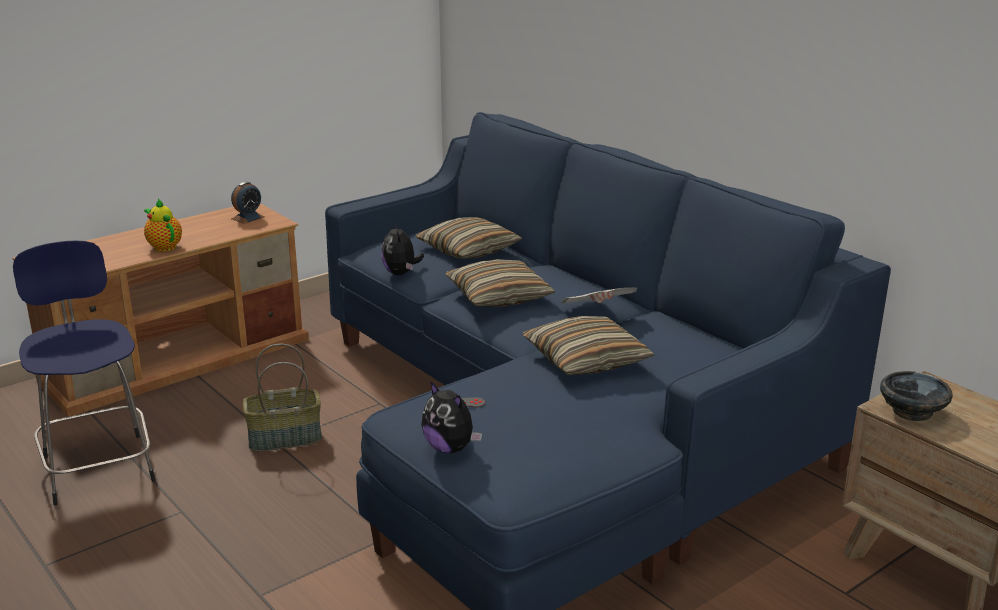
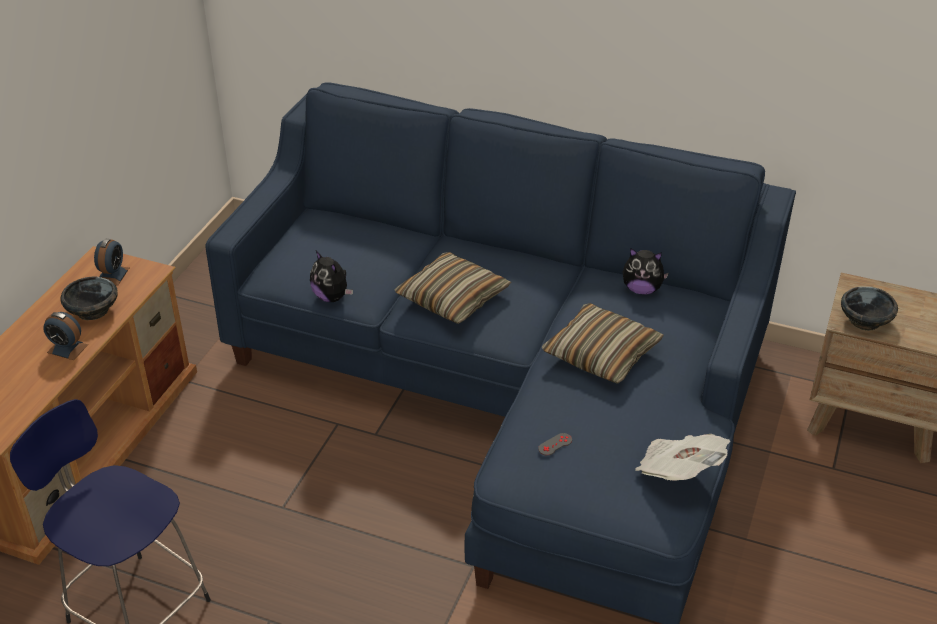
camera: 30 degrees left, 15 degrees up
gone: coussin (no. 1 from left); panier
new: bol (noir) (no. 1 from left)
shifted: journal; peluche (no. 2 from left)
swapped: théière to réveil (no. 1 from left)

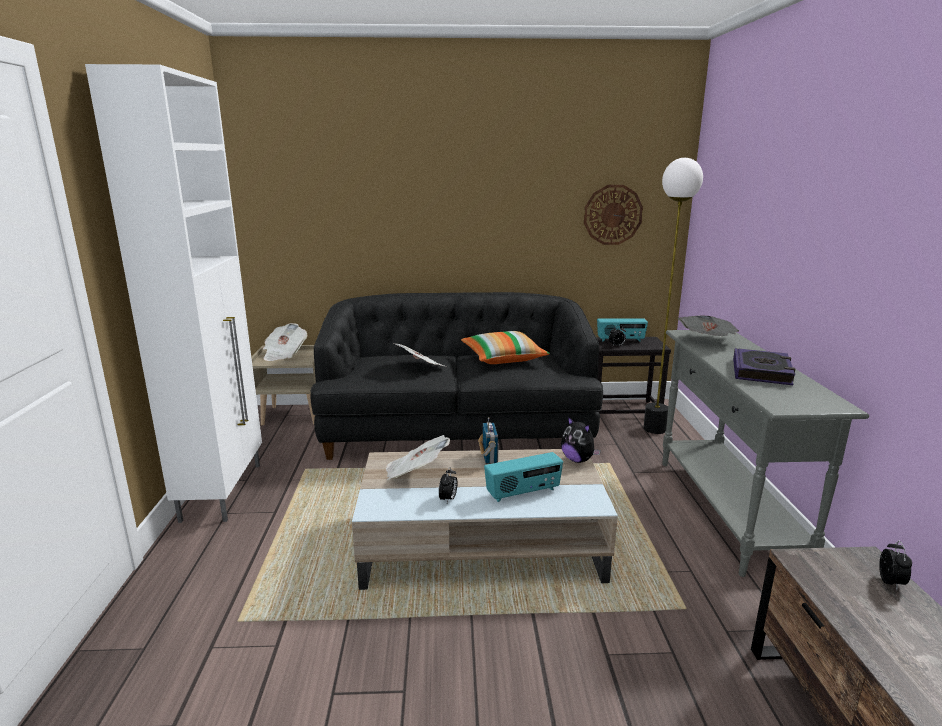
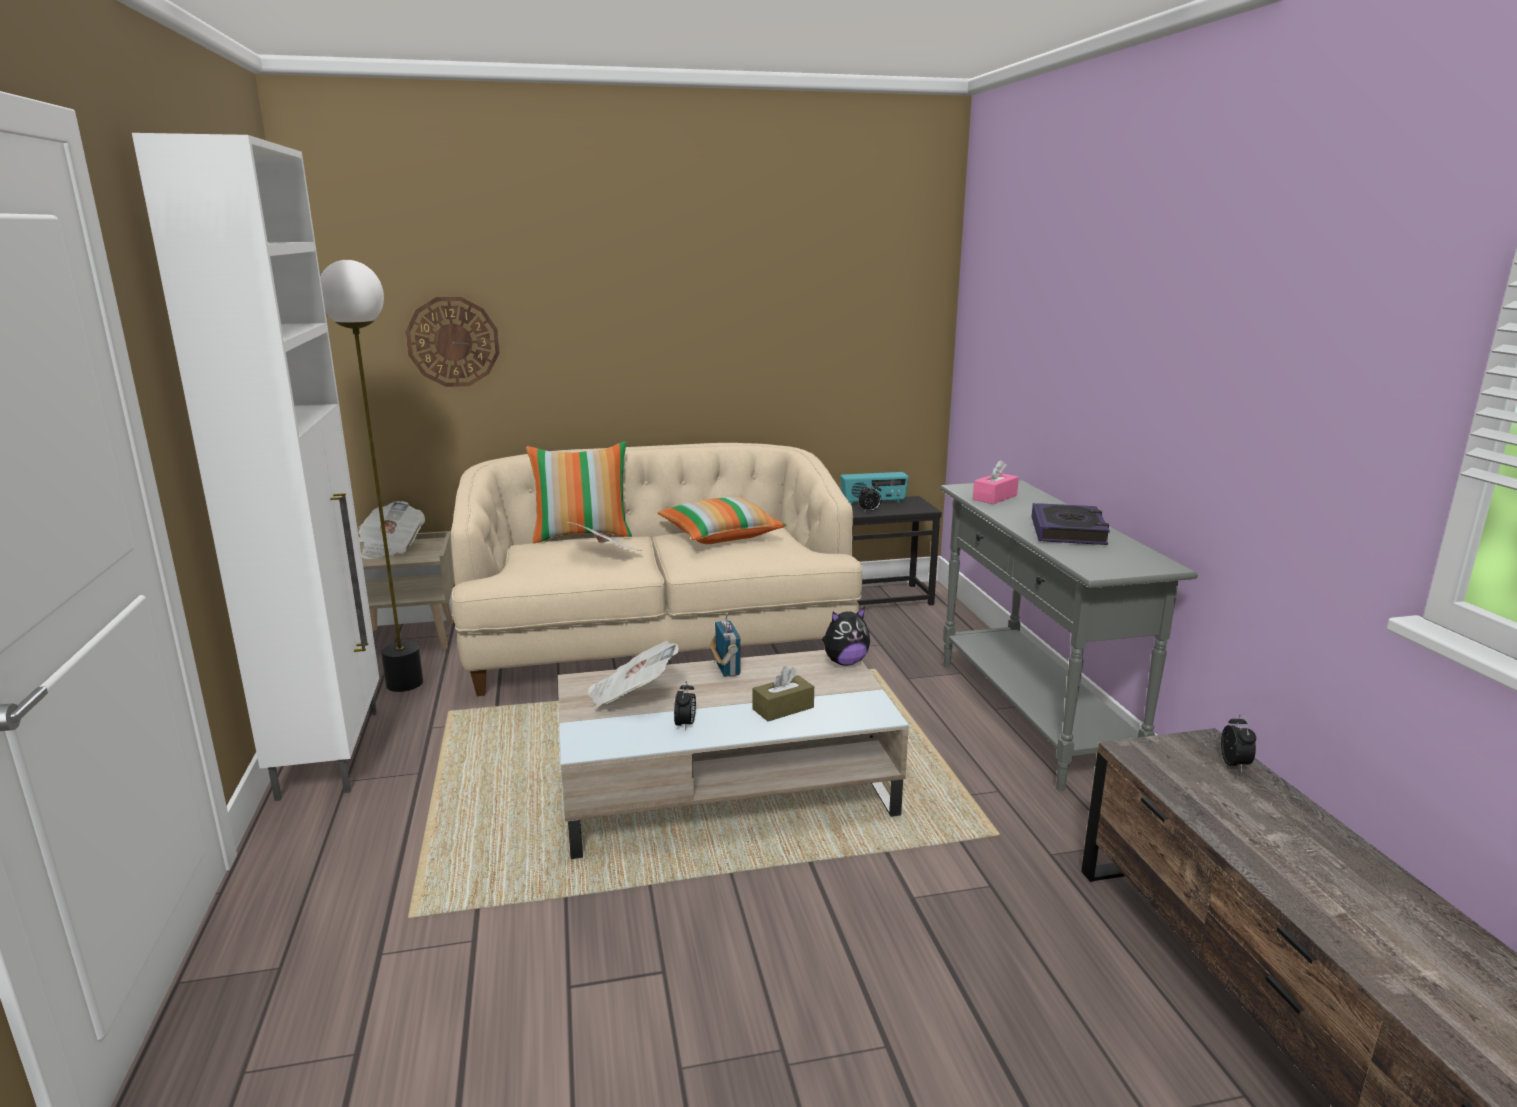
camera: 10 degrees left, 0 degrees up
new: coussin (no. 1 from left)
shifted: lampadaire; horloge murale
swapped: journal (no. 4 from left) to boîte à mouchoirs (rose); radio (no. 2 from left) to boîte à mouchoirs (marron)
repainted: canapé (noir) to canapé (beige)
rotated: peluche 60 degrees counterclockwise

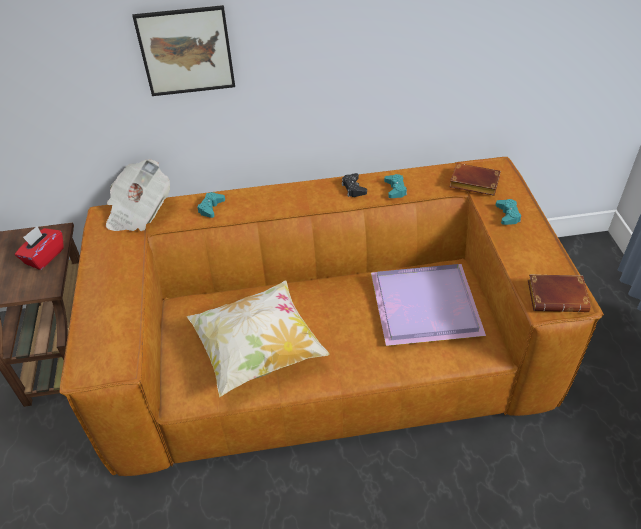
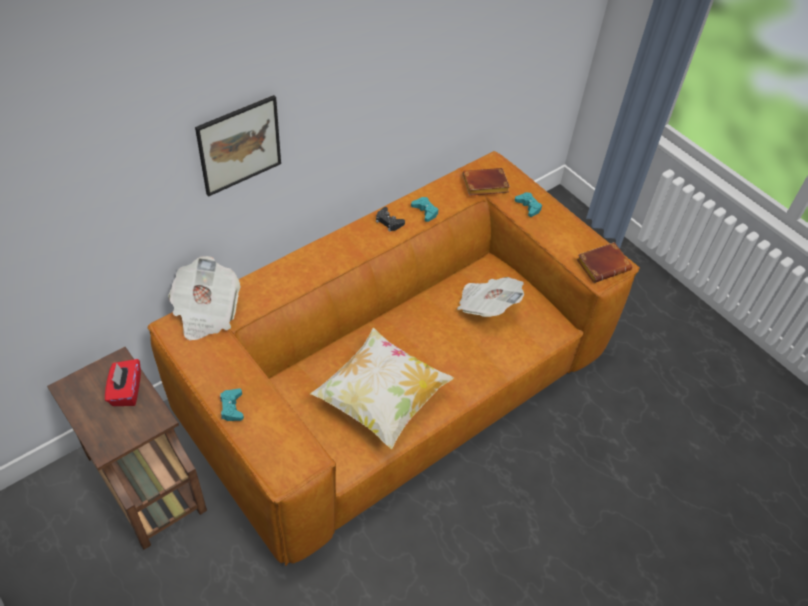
camera: 35 degrees left, 5 degrees up
shifted: manette (turquoise) (no. 1 from left)
swapped: plateau (violet) to journal (no. 2 from left)

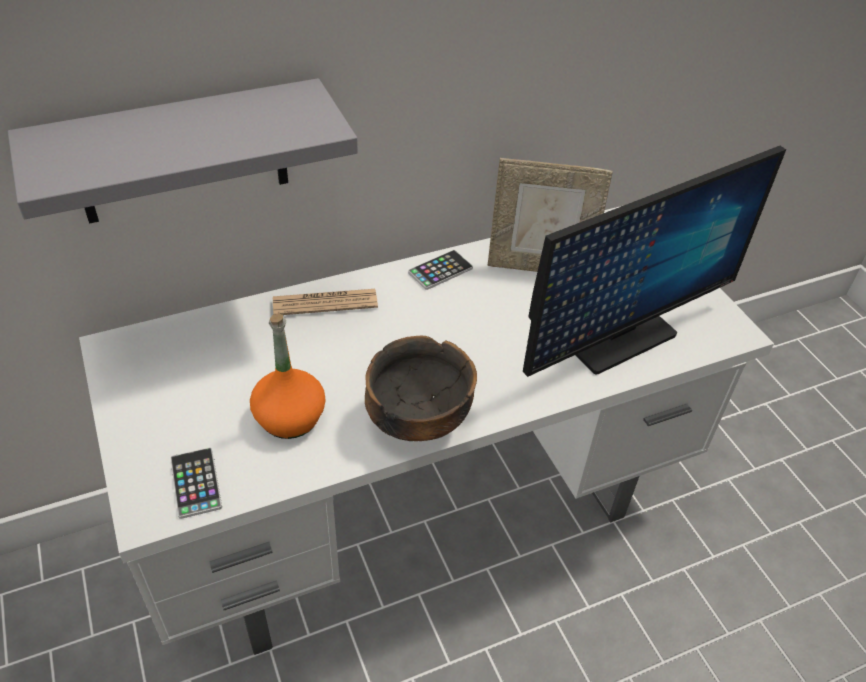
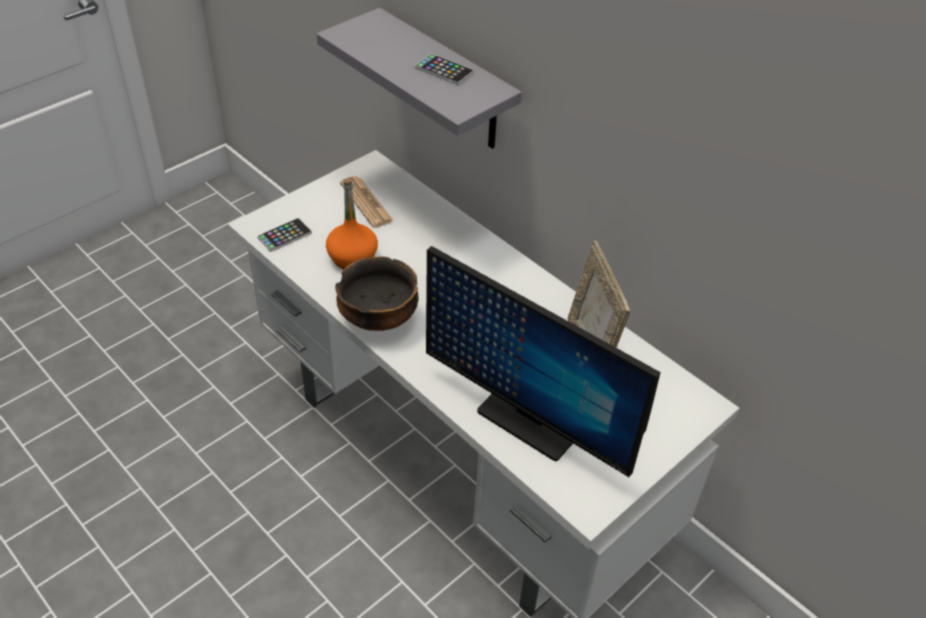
camera: 70 degrees right, 0 degrees up
shifted: téléphone (no. 2 from left); journal

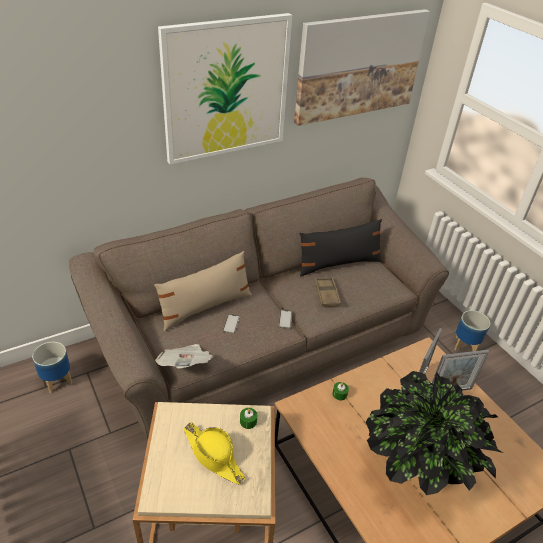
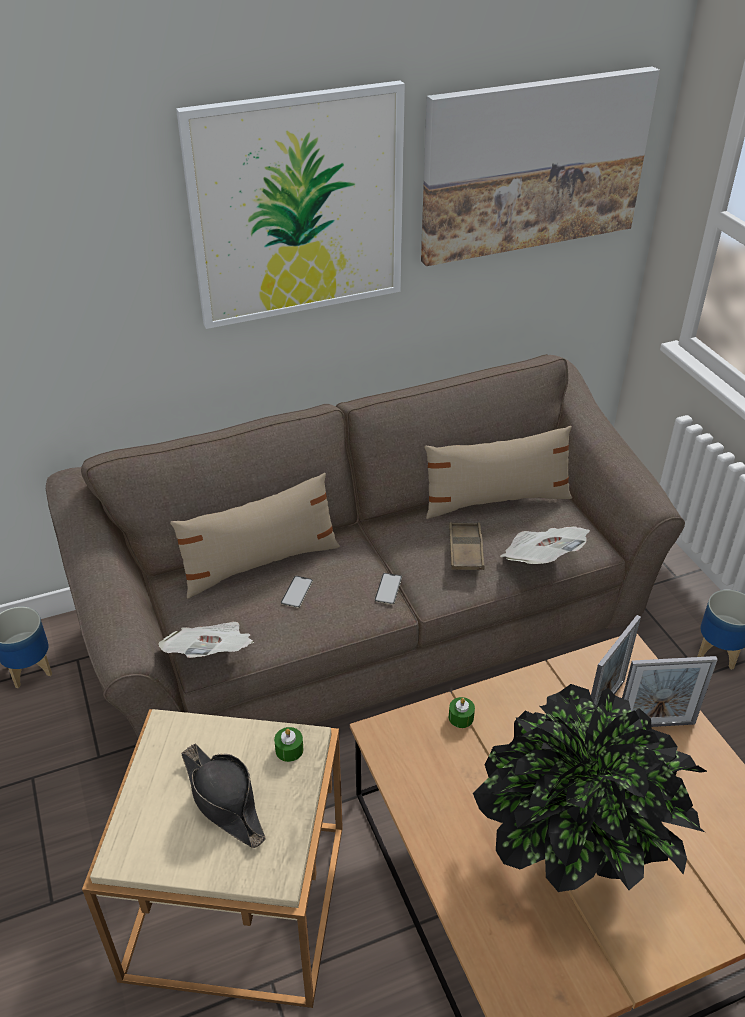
camera: 10 degrees right, 0 degrees up
new: journal (no. 2 from left)
repainted: coussin (noir) to coussin (beige) (no. 2 from left); chapeau (jaune) to chapeau (noir)

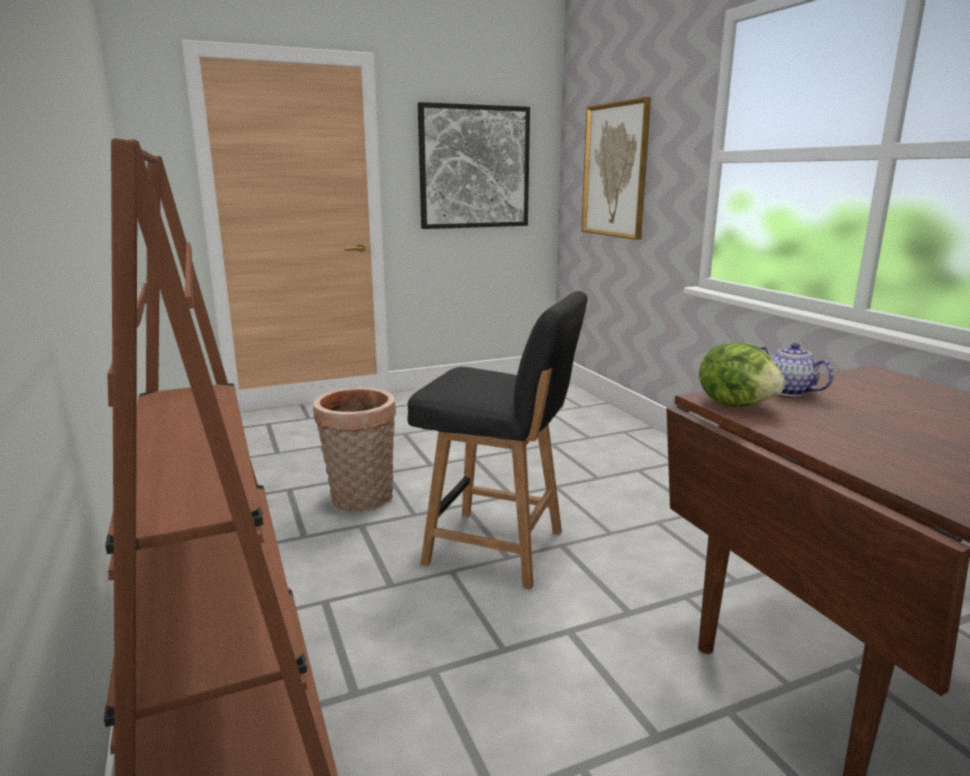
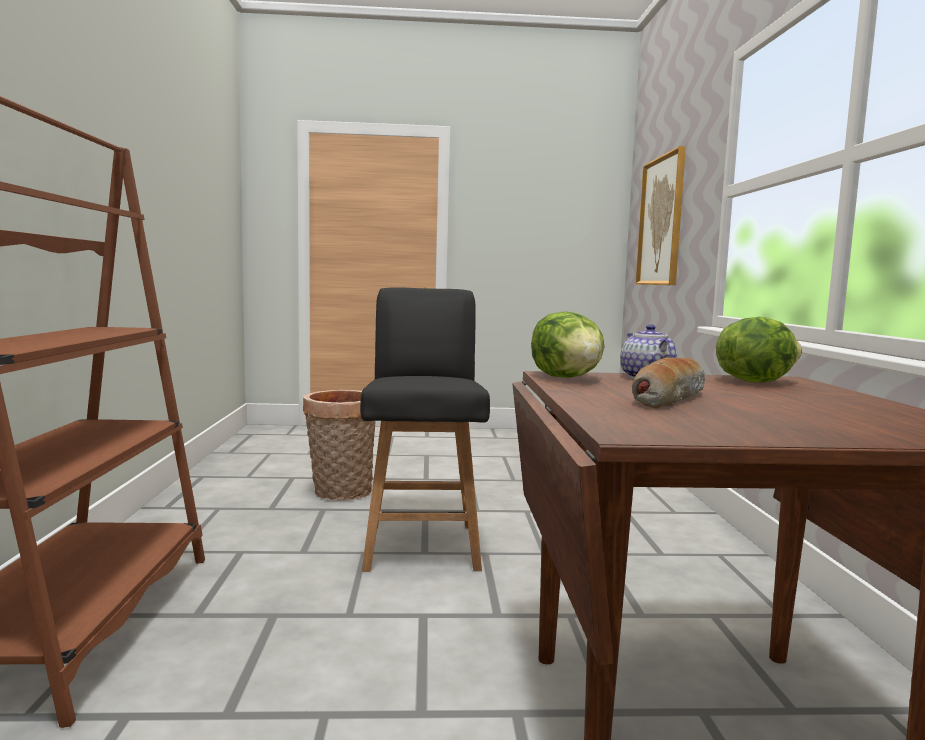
camera: 20 degrees right, 10 degrees down
gone: tableau (no. 1 from left)
new: laitue (no. 2 from left); pain
rotated: chaise (noir) 135 degrees counterclockwise

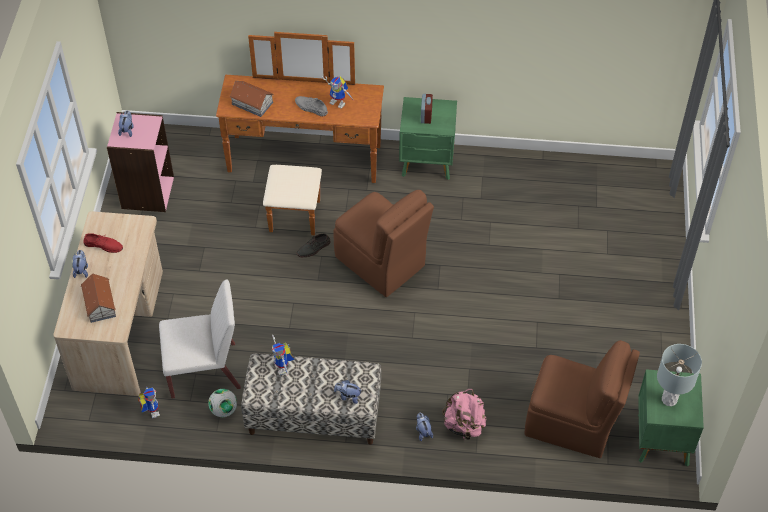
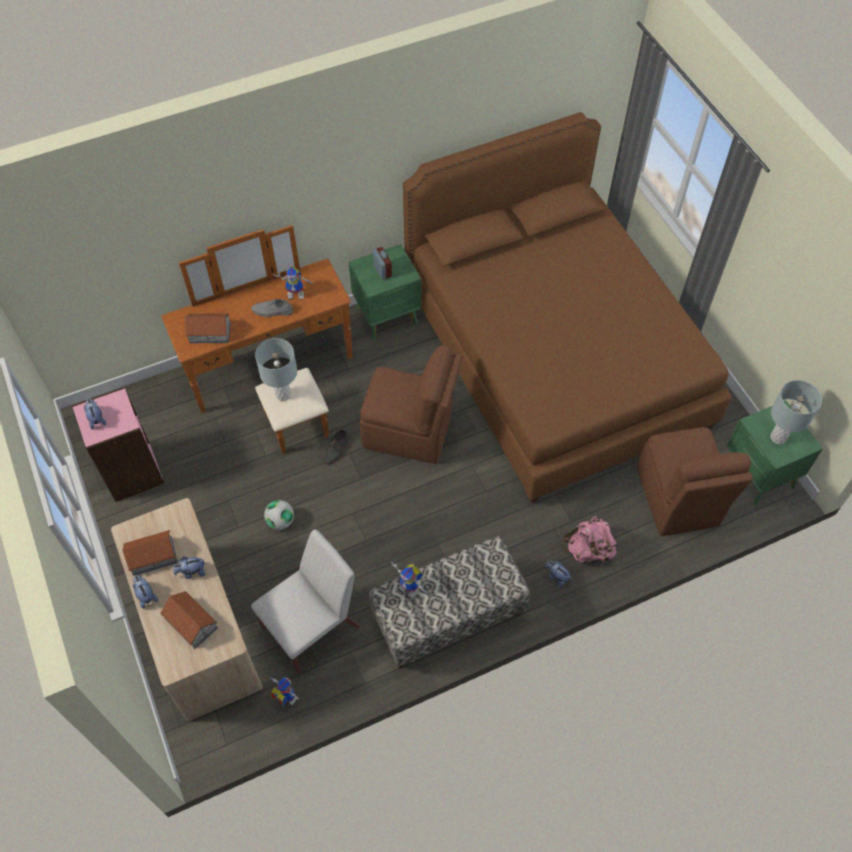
camera: 30 degrees left, 5 degrees up
new: lit (marron); lampe de table (gris) (no. 1 from left)
shifted: peluche (no. 3 from left); ballon de foot
swapped: chaussure (rouge) to maison miniature (no. 1 from left)
rotated: chaise (marron) (no. 2 from left) 90 degrees clockwise

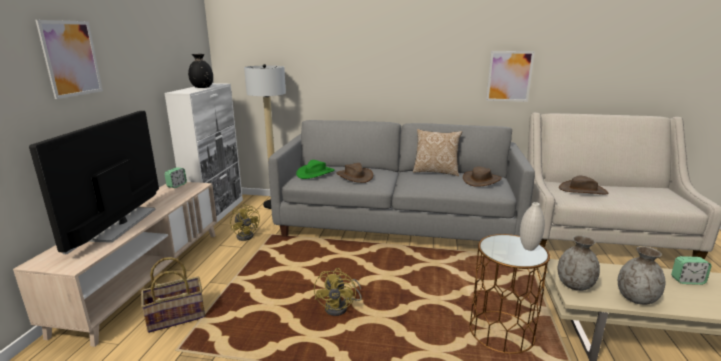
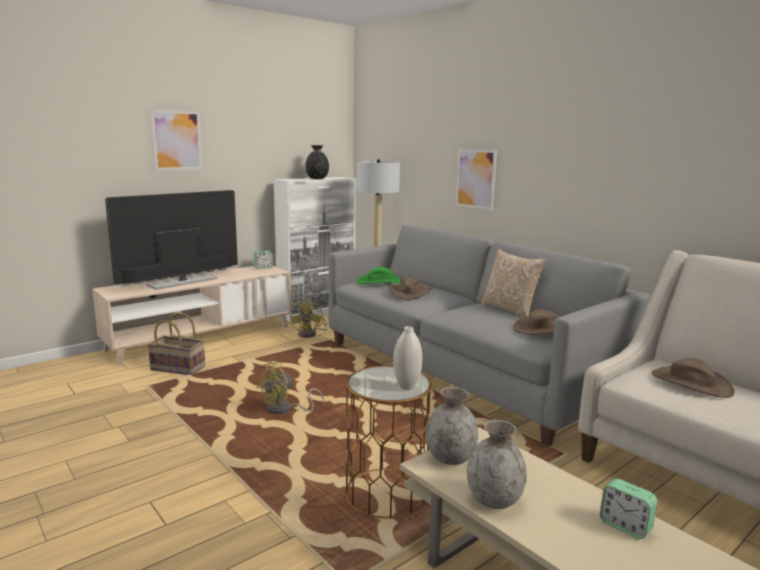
camera: 40 degrees right, 5 degrees down
shifted: tableau (no. 2 from left)

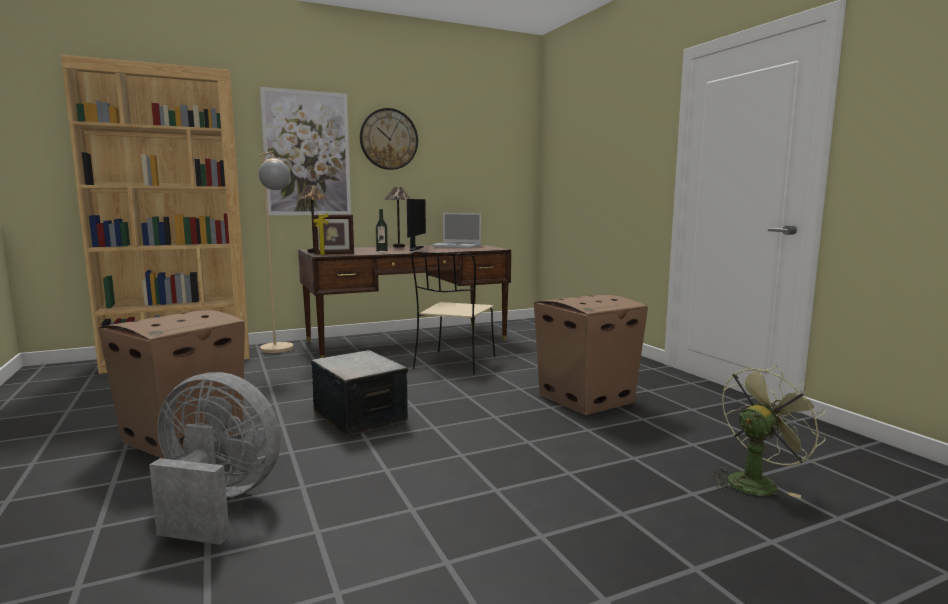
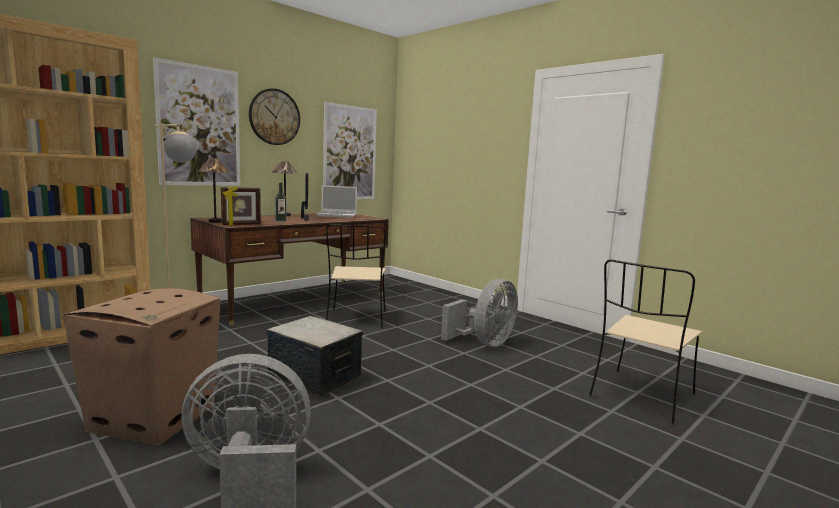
camera: 20 degrees left, 0 degrees up
new: tableau (no. 2 from left)
swapped: carton (no. 2 from left) to ventilateur (gris) (no. 2 from left); ventilateur (vert) to chaise (beige) (no. 2 from left)

